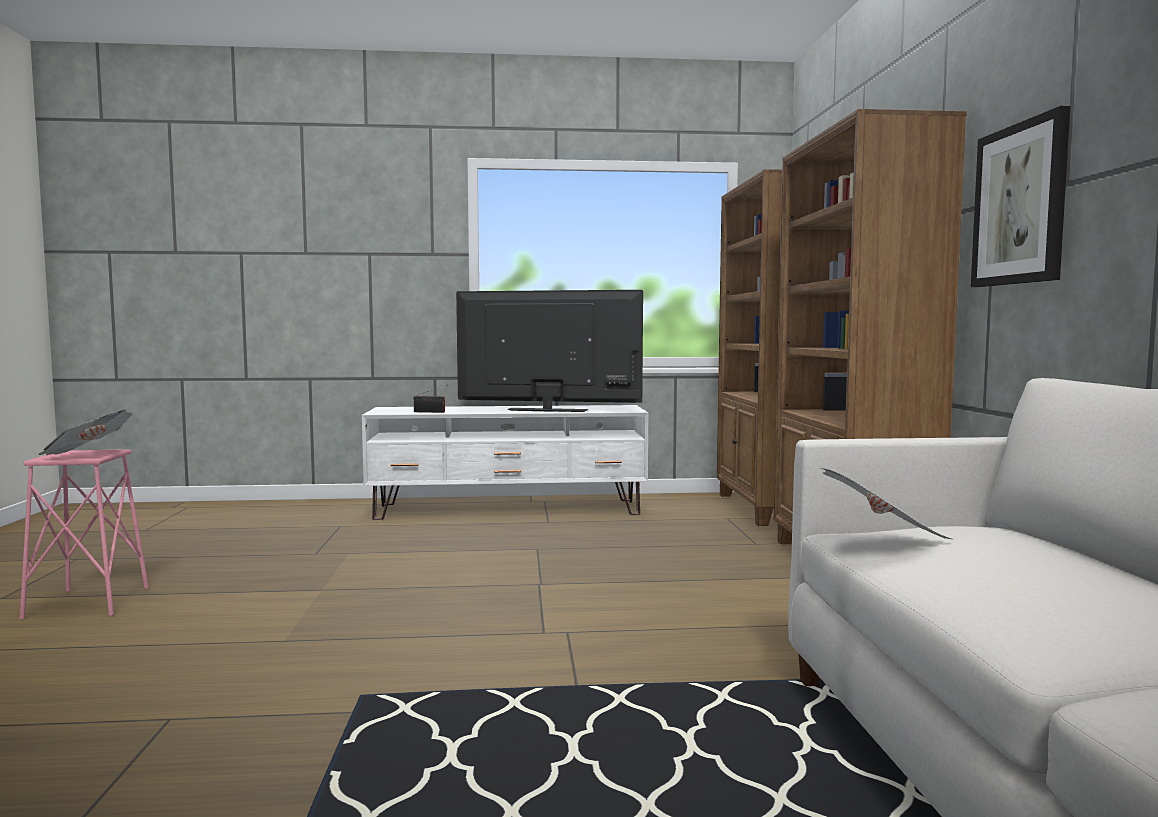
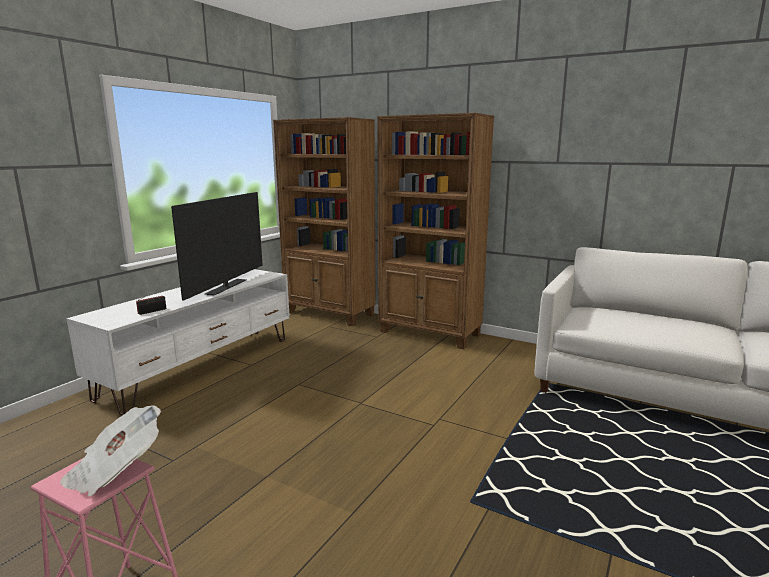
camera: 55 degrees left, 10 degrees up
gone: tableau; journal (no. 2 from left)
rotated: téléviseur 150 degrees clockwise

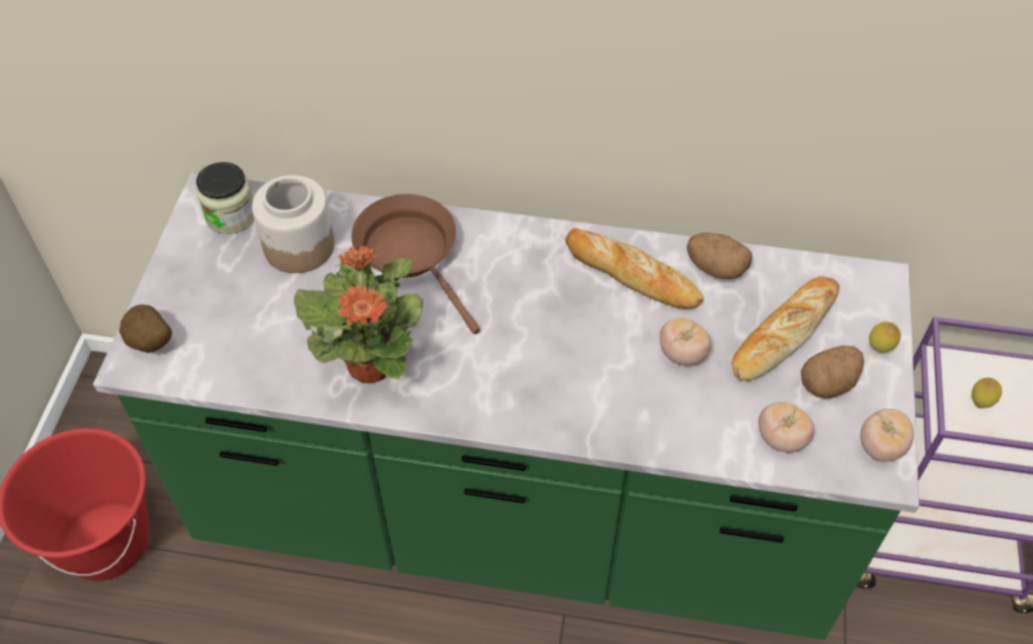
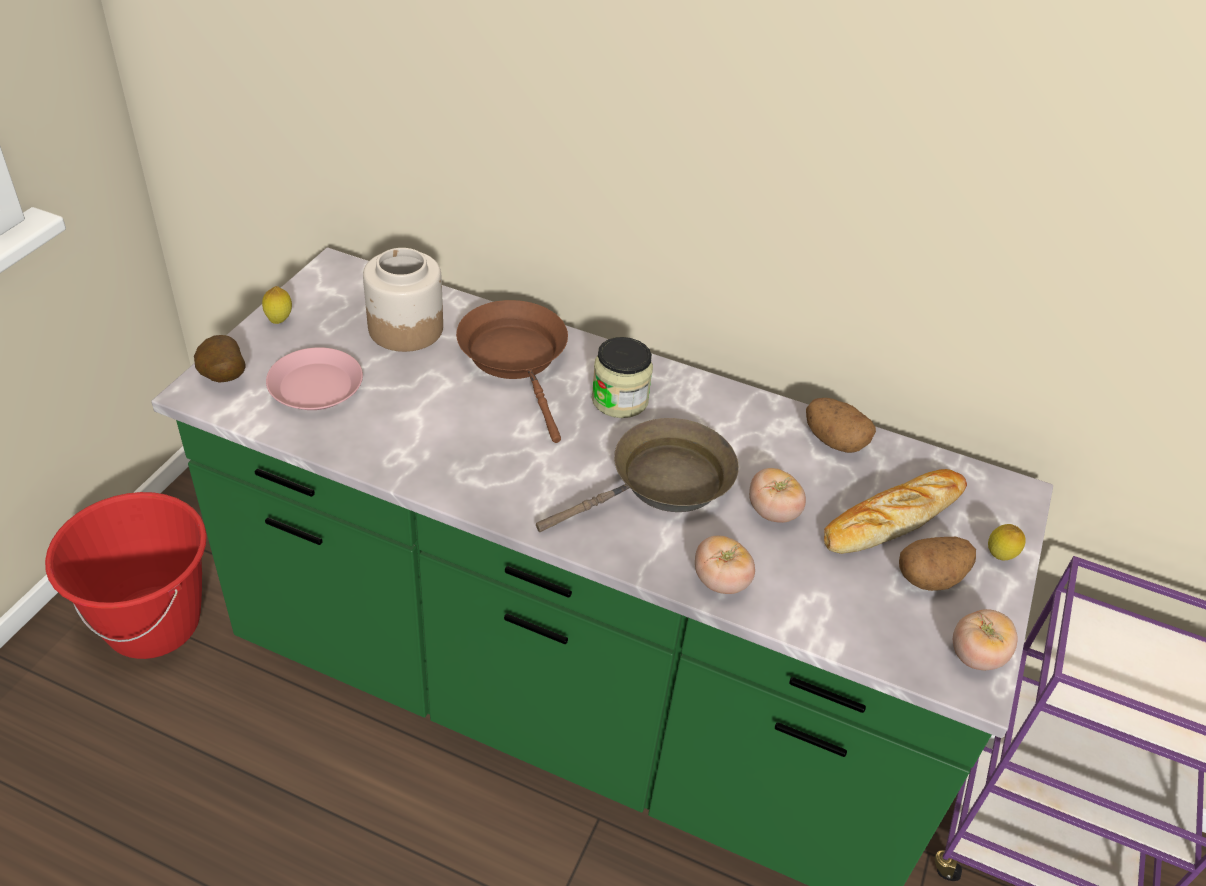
camera: 10 degrees right, 10 degrees down
gone: pain (no. 1 from left); plante en pot
new: assiette (rose); poêle (marron) (no. 2 from left)
shifted: bocal (no. 1 from left in the first image) to bocal (no. 2 from left); citron (no. 2 from left in the first image) to citron (no. 1 from left); tomate (no. 2 from left in the first image) to tomate (no. 1 from left)

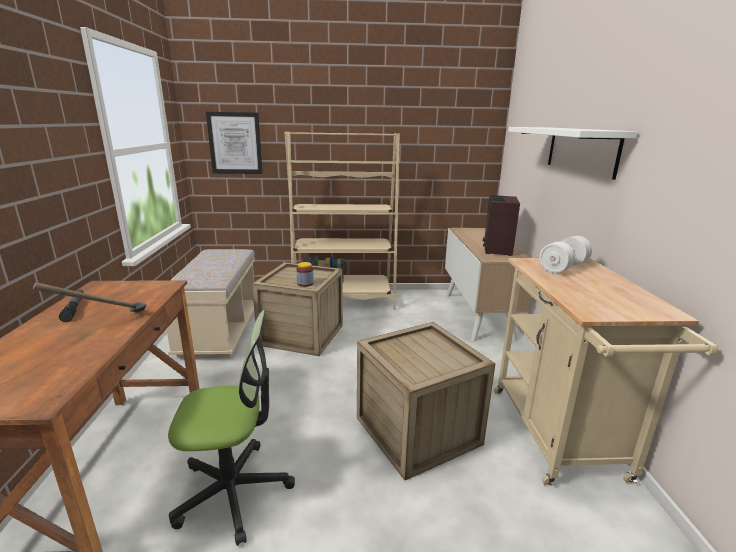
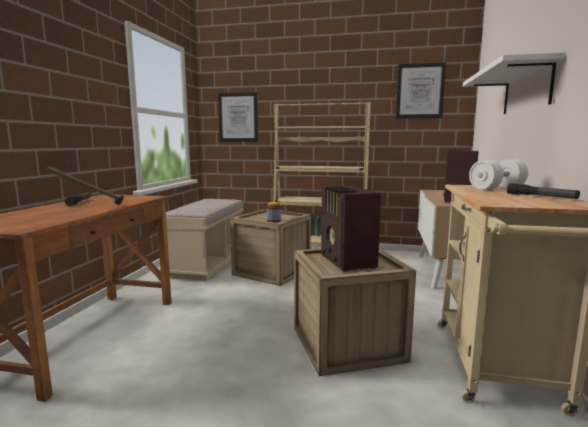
camera: 15 degrees right, 10 degrees down
gone: chaise de bureau
new: tableau (no. 2 from left); lampe de poche (no. 2 from left); radio (no. 1 from left)

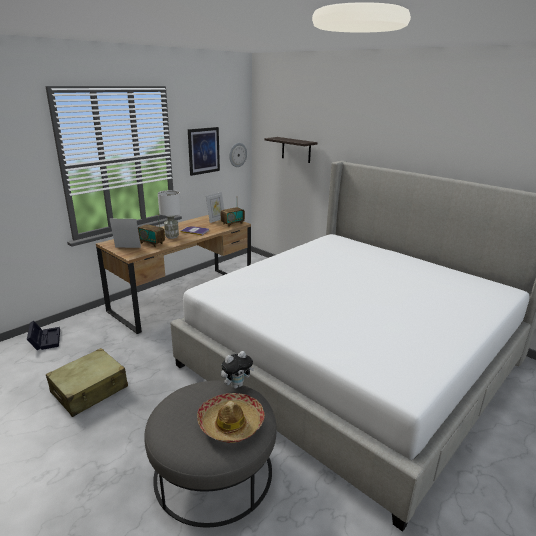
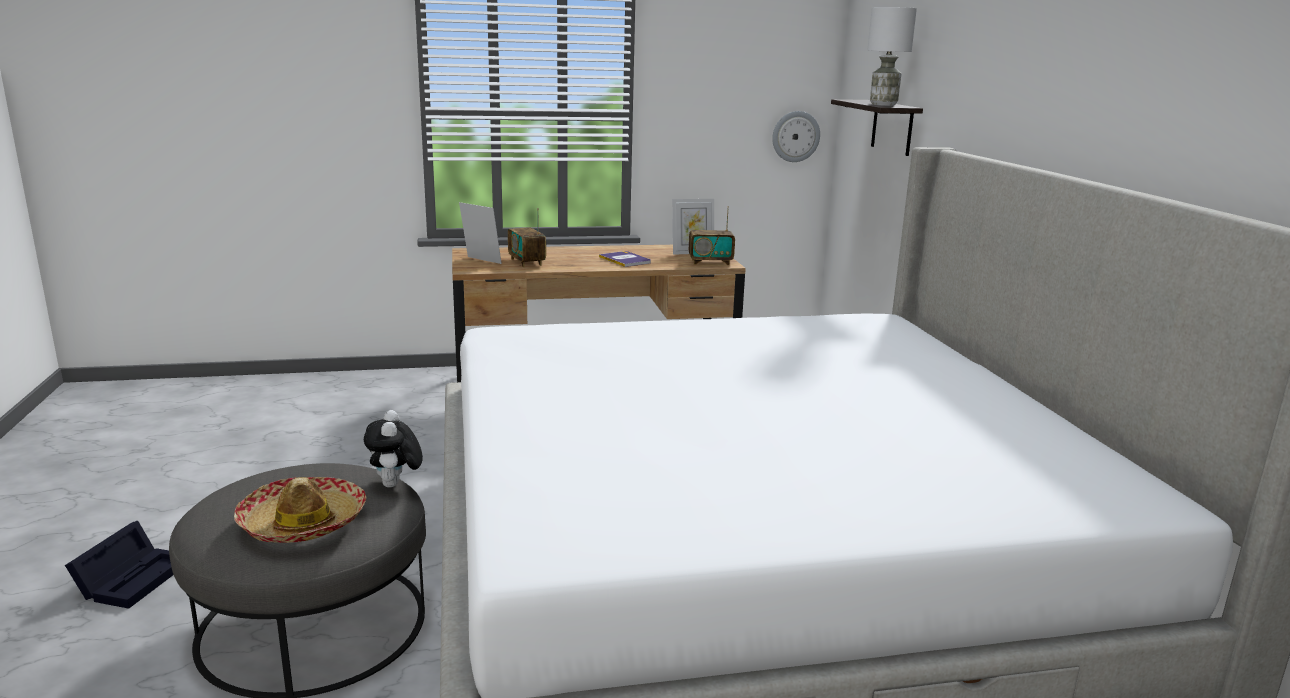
camera: 35 degrees right, 5 degrees down
gone: tableau; valise (beige)
shifted: lampe de table (blanc); boîte de rangement (noir)
rotated: peluche 75 degrees clockwise

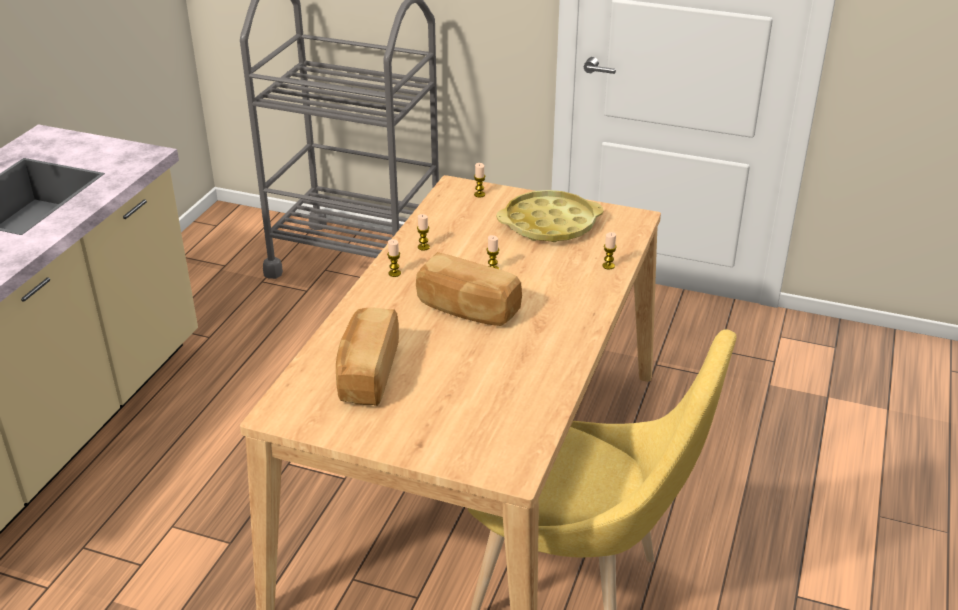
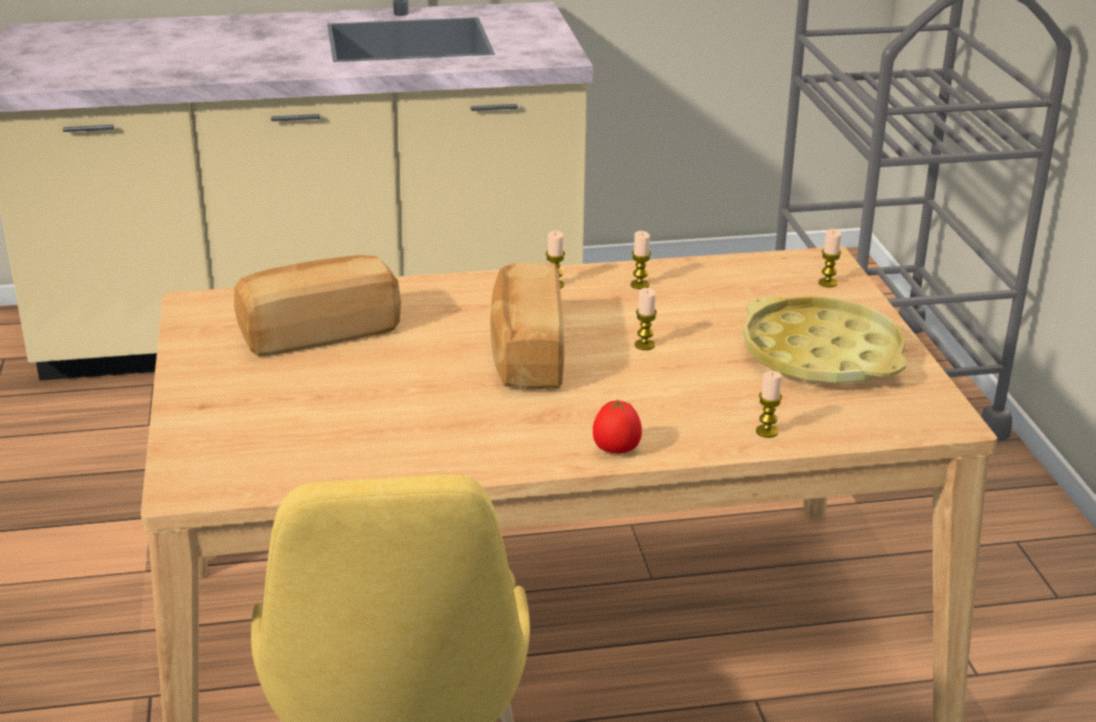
camera: 60 degrees right, 5 degrees down
new: tomate

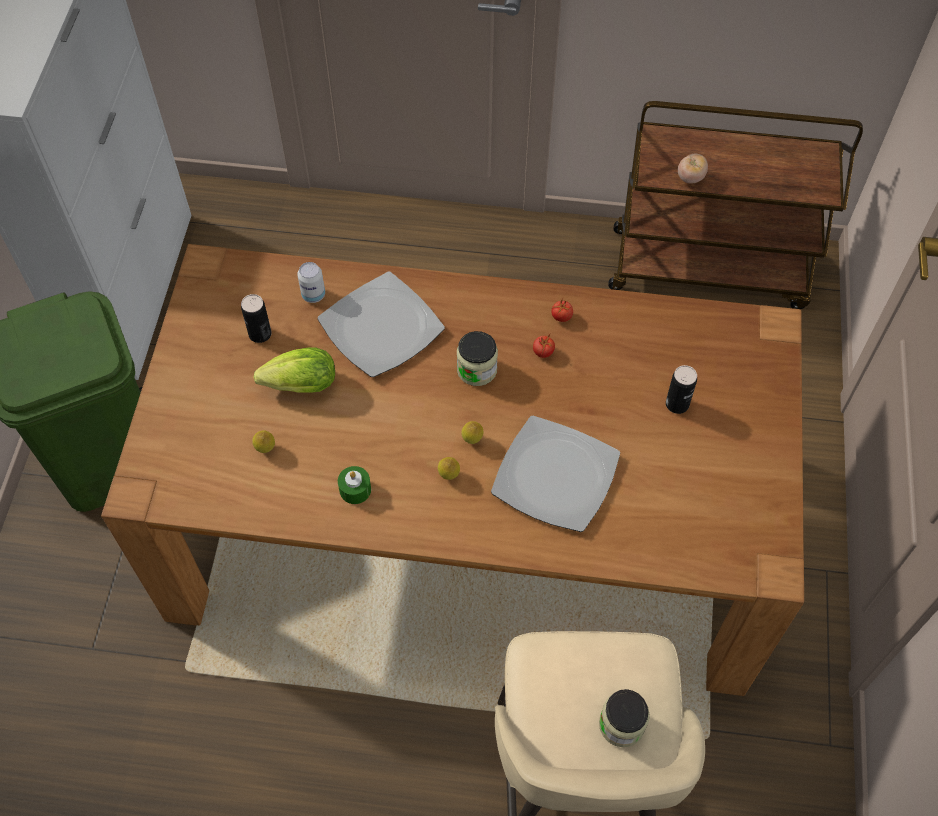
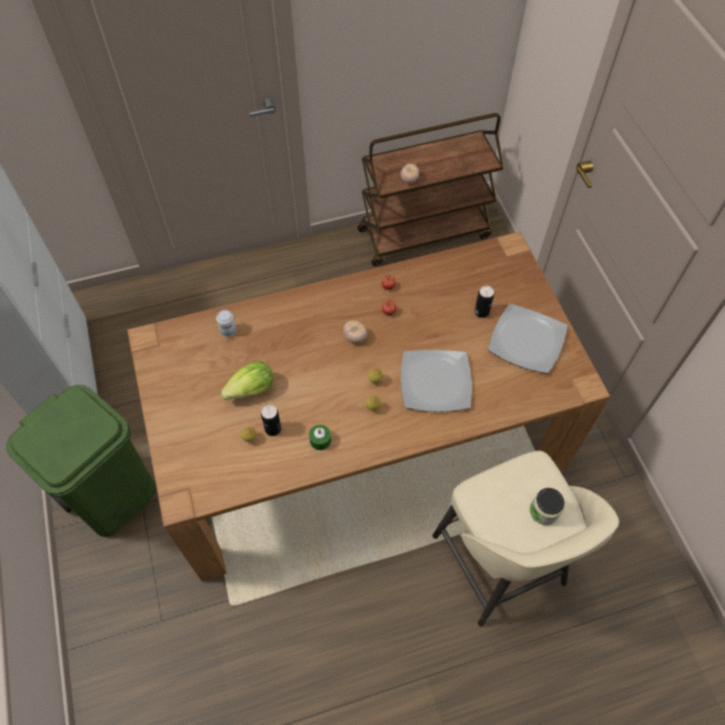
camera: 25 degrees left, 0 degrees up
shifted: assiette (no. 1 from left in the first image) to assiette (no. 2 from left); boîte métallique (no. 1 from left in the first image) to boîte métallique (no. 2 from left)
swapped: bocal (no. 1 from left) to tomate (no. 1 from left)

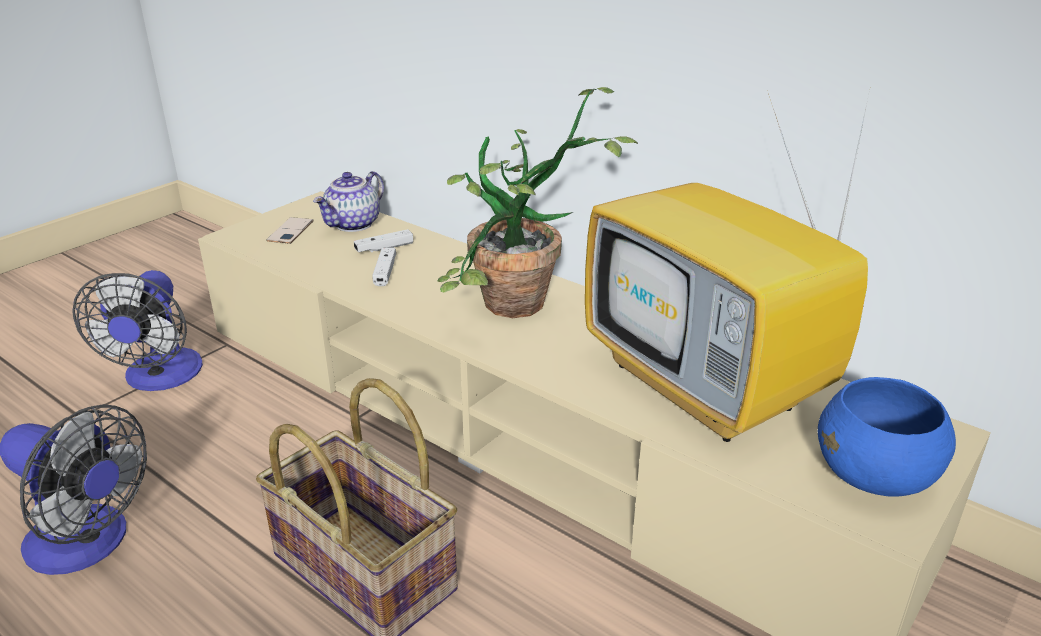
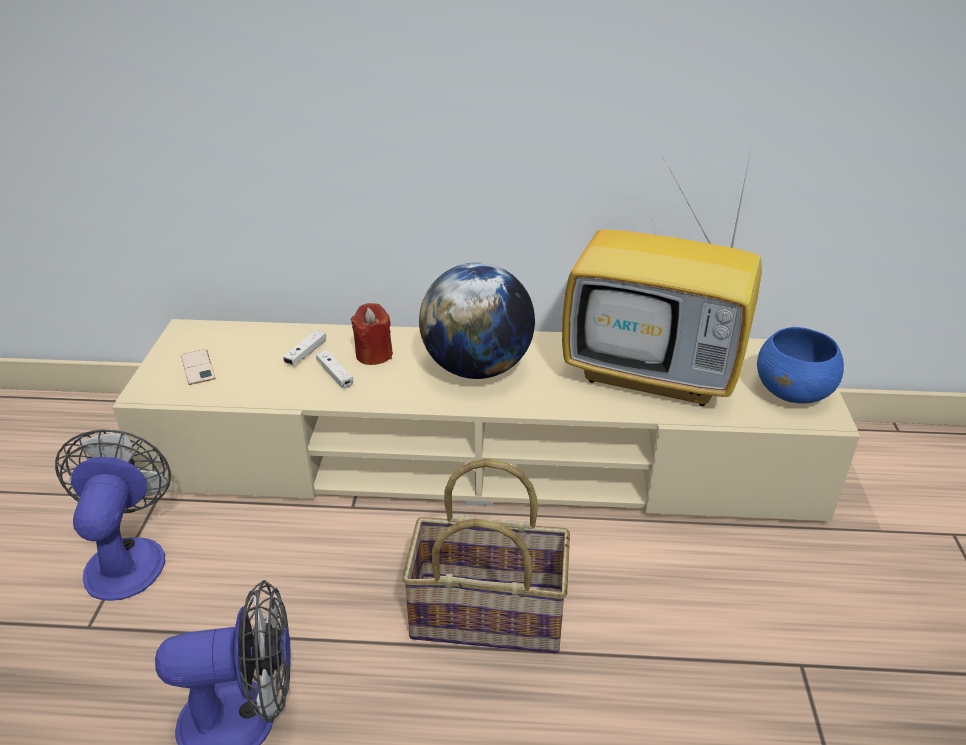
camera: 35 degrees left, 5 degrees up
gone: théière
new: bougie (rouge)
swapped: plante en pot to globe
rotated: ventilateur (no. 2 from left in the first image) 150 degrees counterclockwise

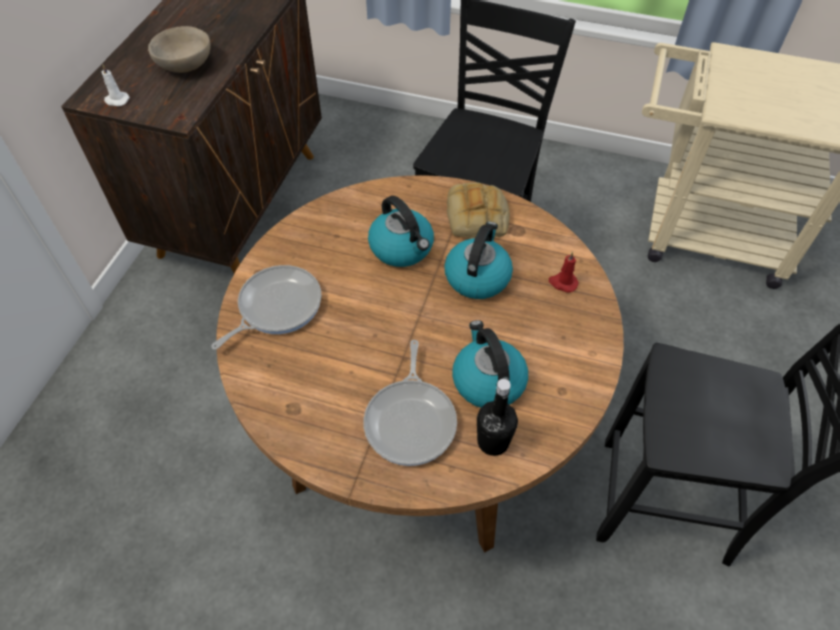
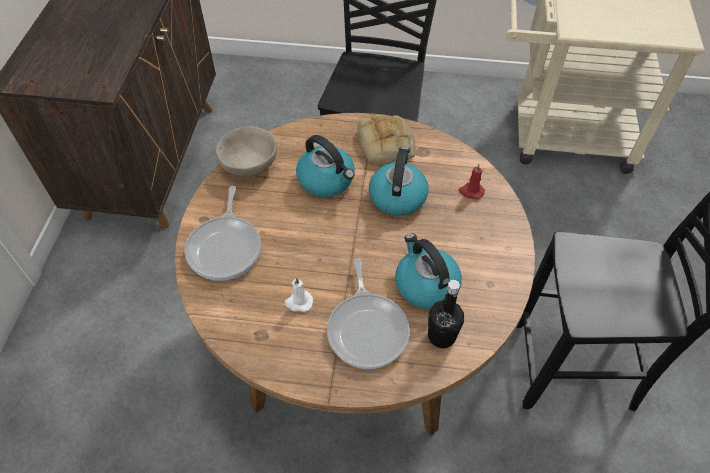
camera: 10 degrees left, 0 degrees up
shifted: bol (beige); bougie (blanc)
rotated: poêle (no. 1 from left) 150 degrees clockwise

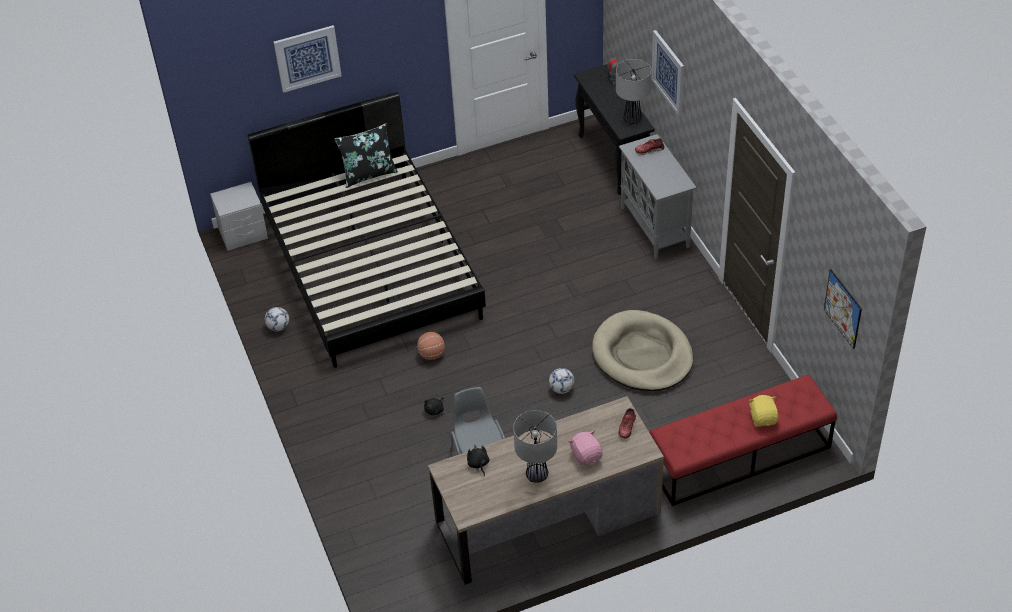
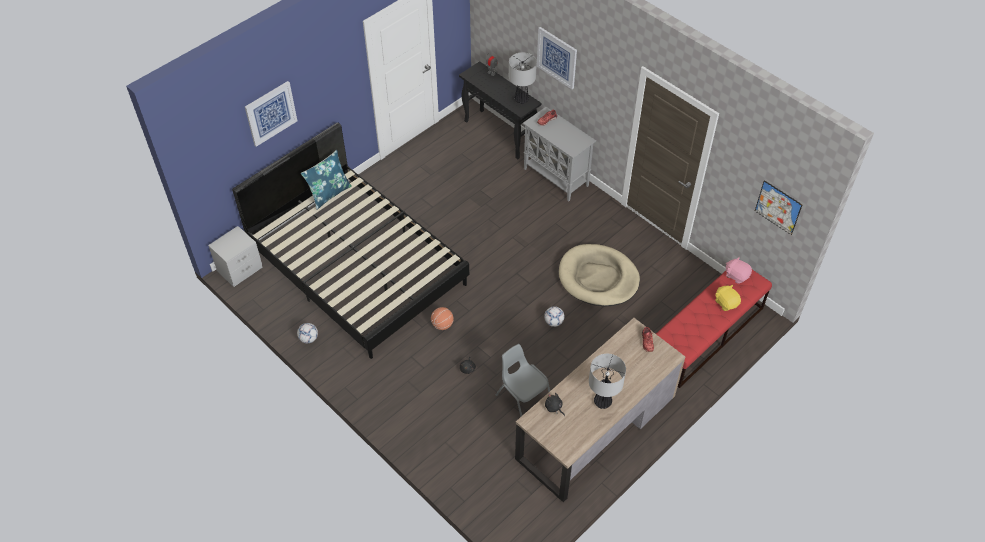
camera: 25 degrees left, 5 degrees up
shifted: peluche (rose)
repainted: coussin (noir) to coussin (bleu)

